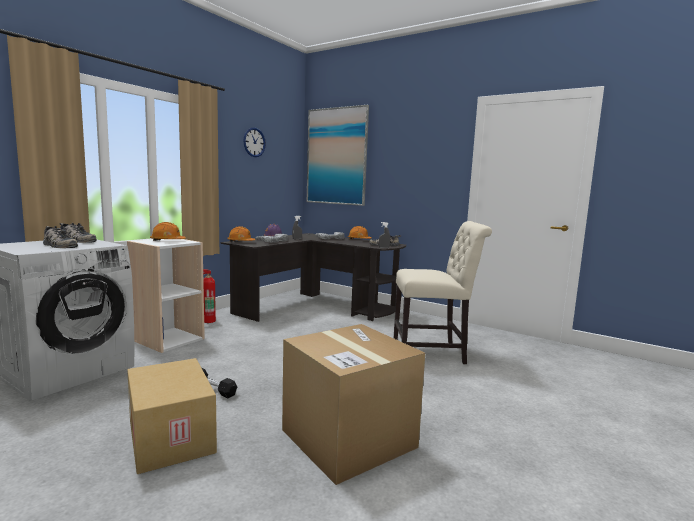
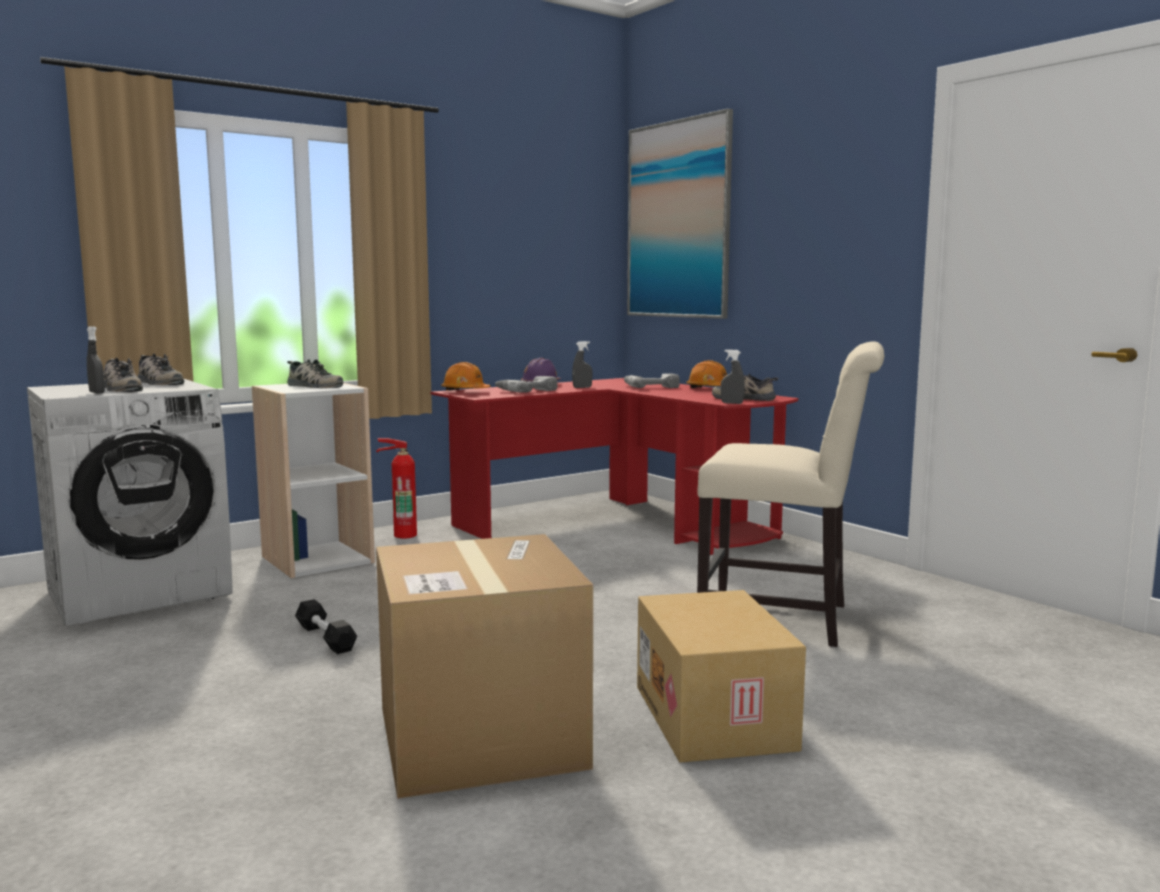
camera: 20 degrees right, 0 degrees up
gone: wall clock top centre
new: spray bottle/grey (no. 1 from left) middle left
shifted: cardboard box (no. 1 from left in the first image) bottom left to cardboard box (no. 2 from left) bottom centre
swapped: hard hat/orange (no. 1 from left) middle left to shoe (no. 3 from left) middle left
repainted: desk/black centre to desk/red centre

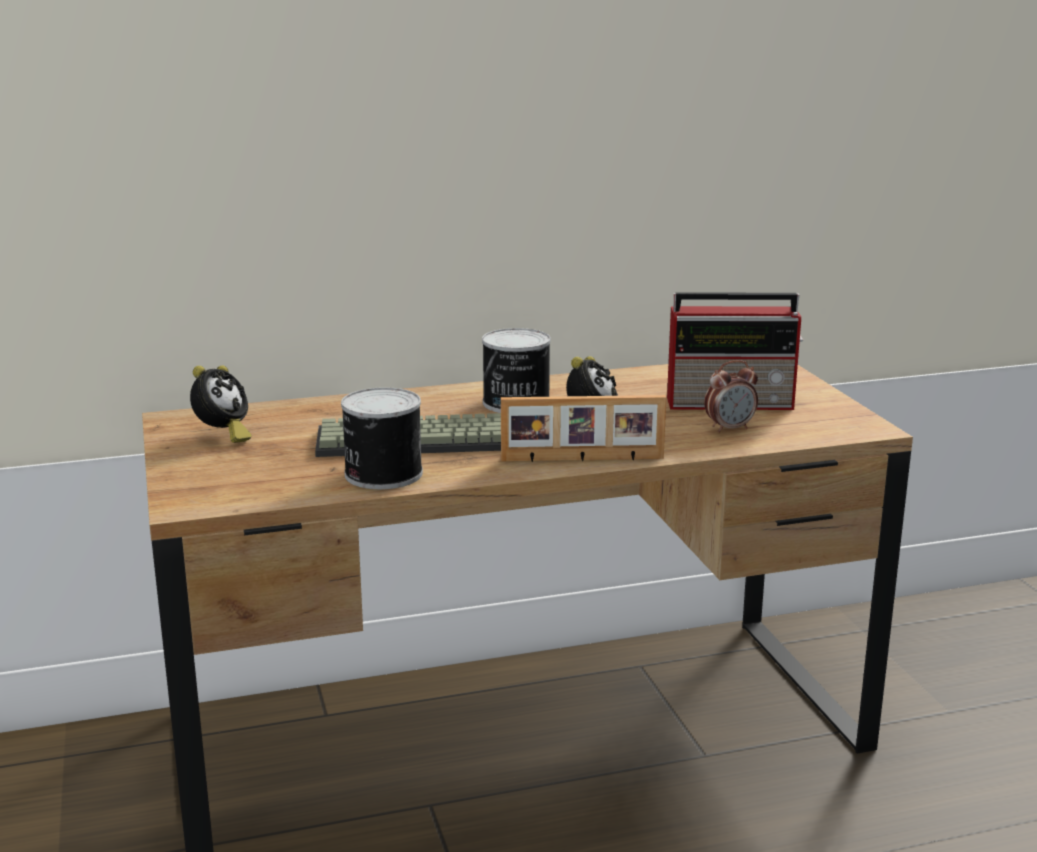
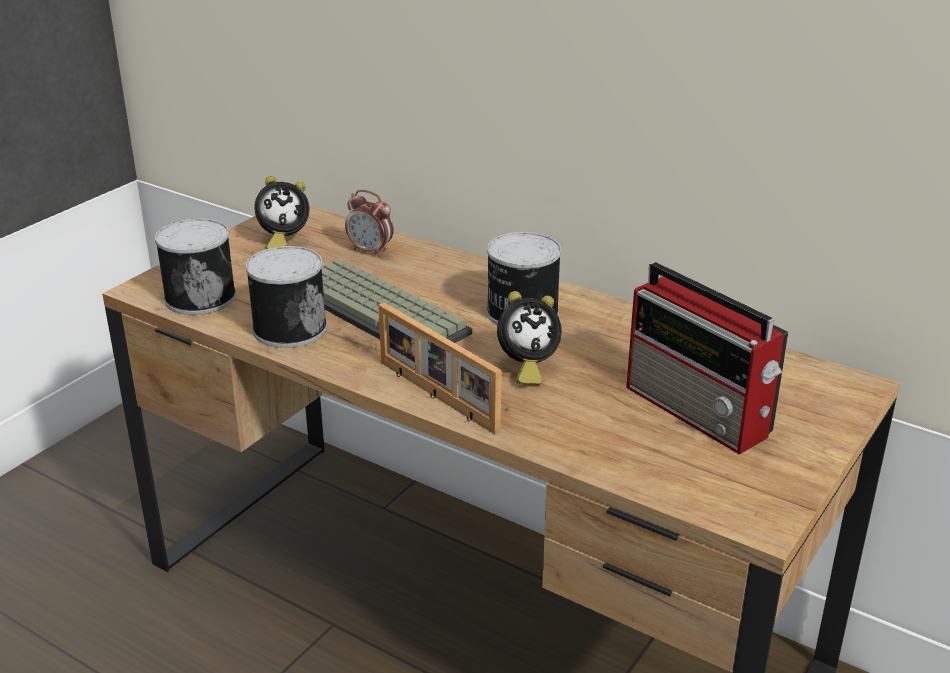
camera: 50 degrees right, 10 degrees up
new: can (no. 1 from left) middle left
shifted: alarm clock (no. 3 from left in the first image) middle right to alarm clock (no. 2 from left) top centre

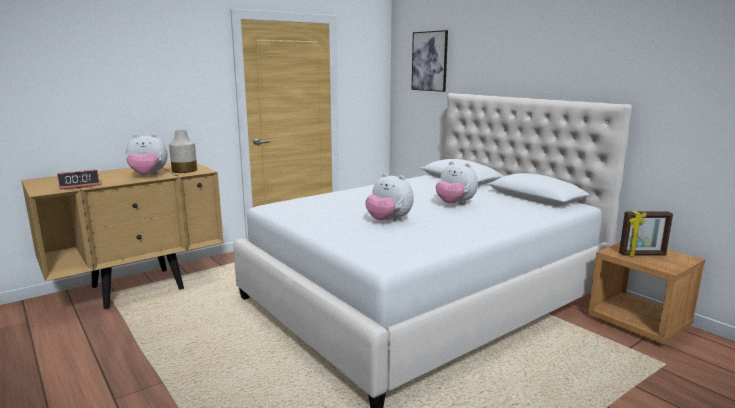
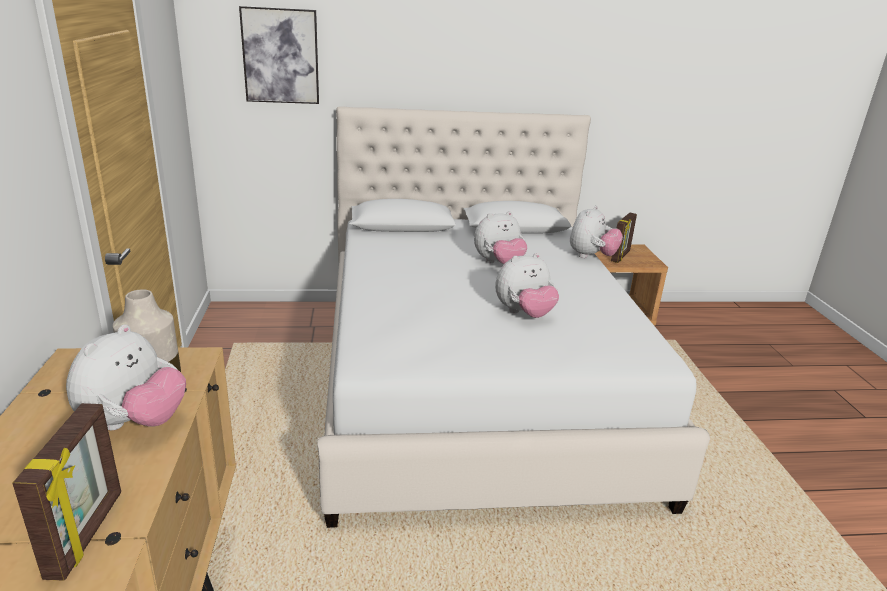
camera: 60 degrees left, 10 degrees up
new: plush toy (no. 4 from left) middle right
swapped: alarm clock middle left to picture frame (no. 1 from left) bottom left

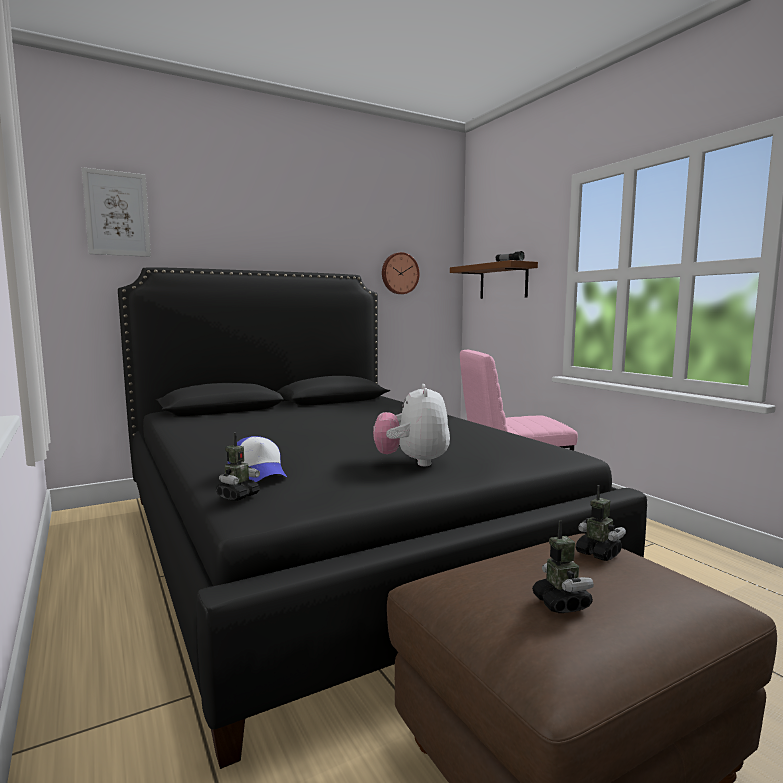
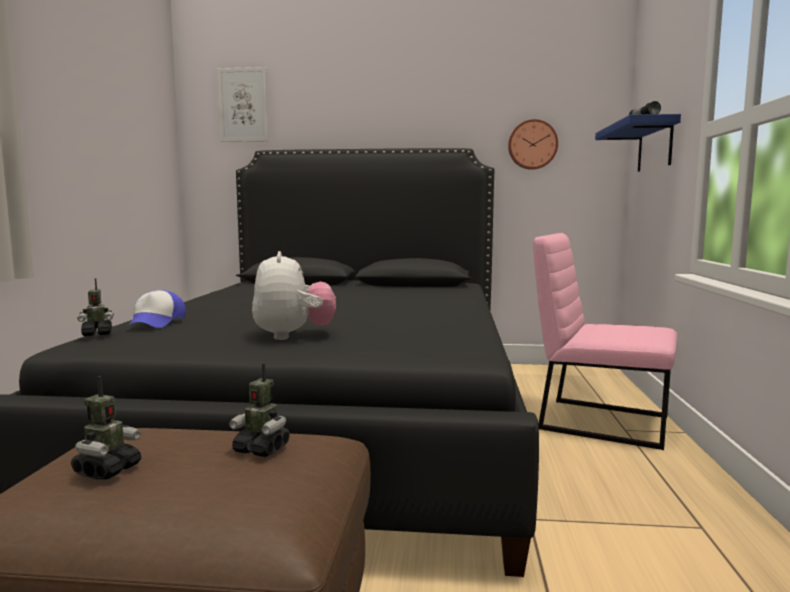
camera: 35 degrees right, 0 degrees up
repainted: shelf/brown centre to shelf/blue top right
rotated: plush toy centre = centre 135 degrees clockwise; toy robot (no. 3 from left) bottom right = bottom left 120 degrees clockwise

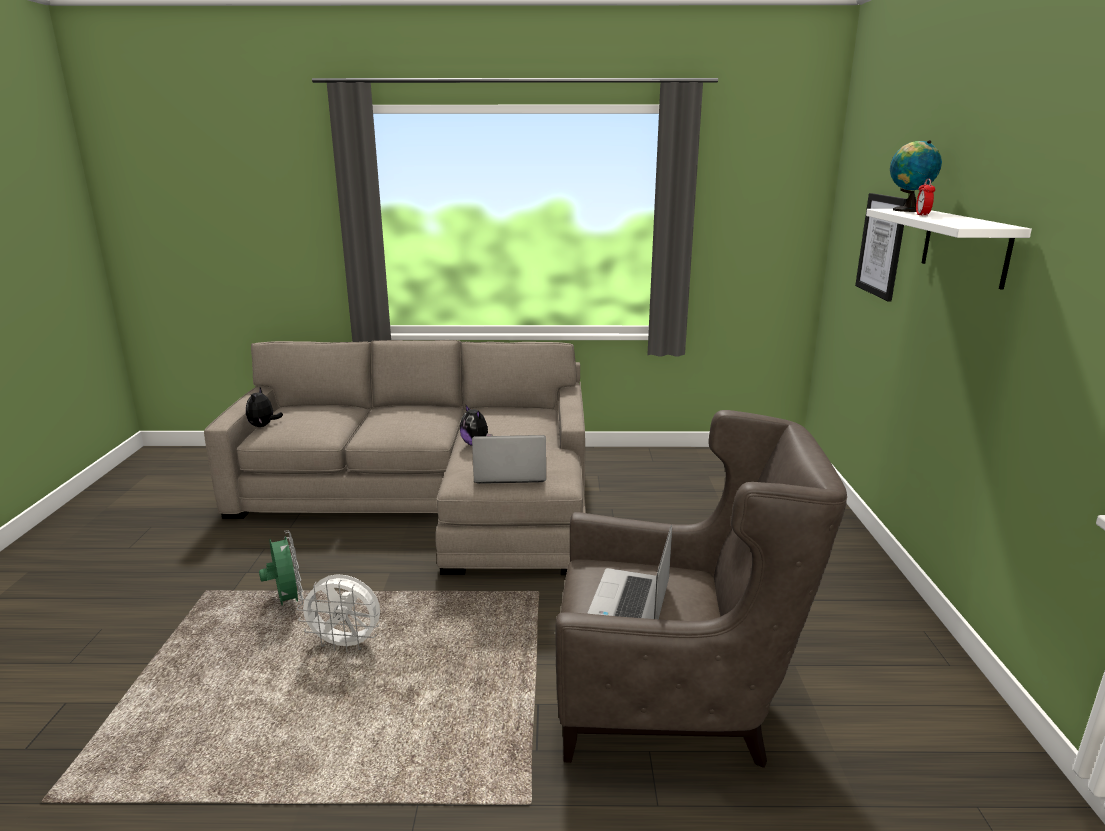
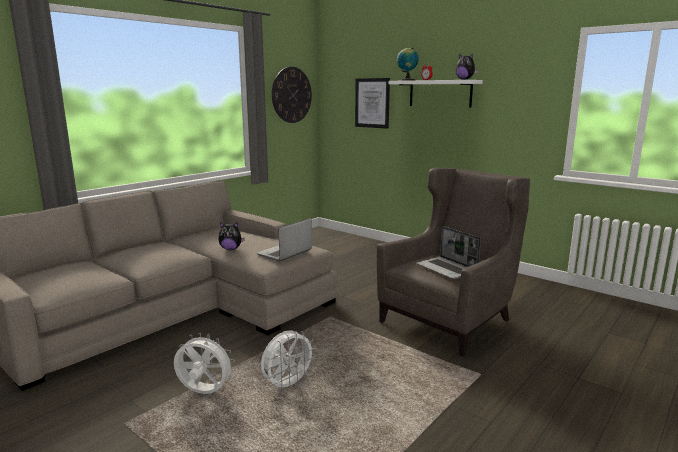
camera: 50 degrees left, 5 degrees down
new: wall clock top centre
shifted: plush toy (no. 1 from left in the first image) middle left to plush toy (no. 2 from left) top right
repainted: fan/green bottom left to fan/white (no. 1 from left) bottom left

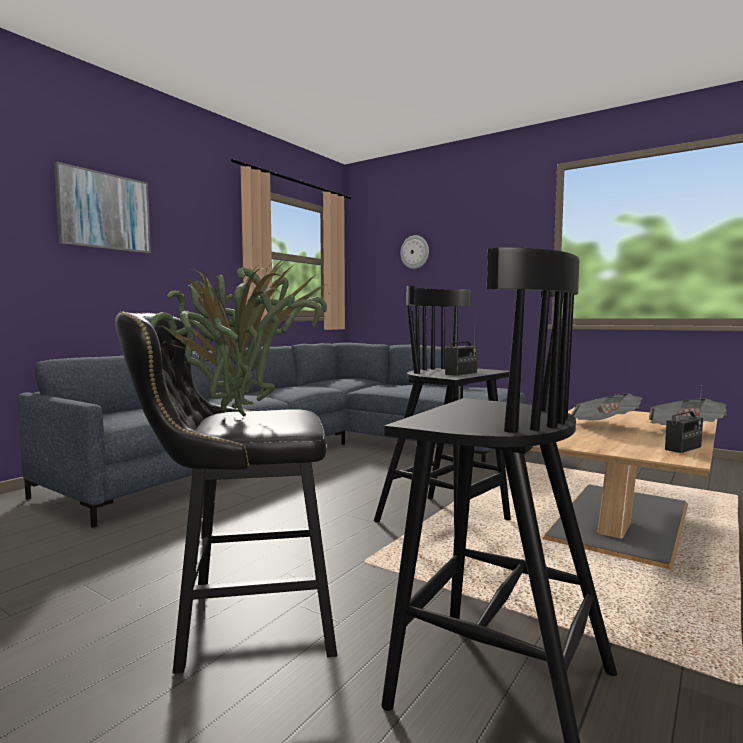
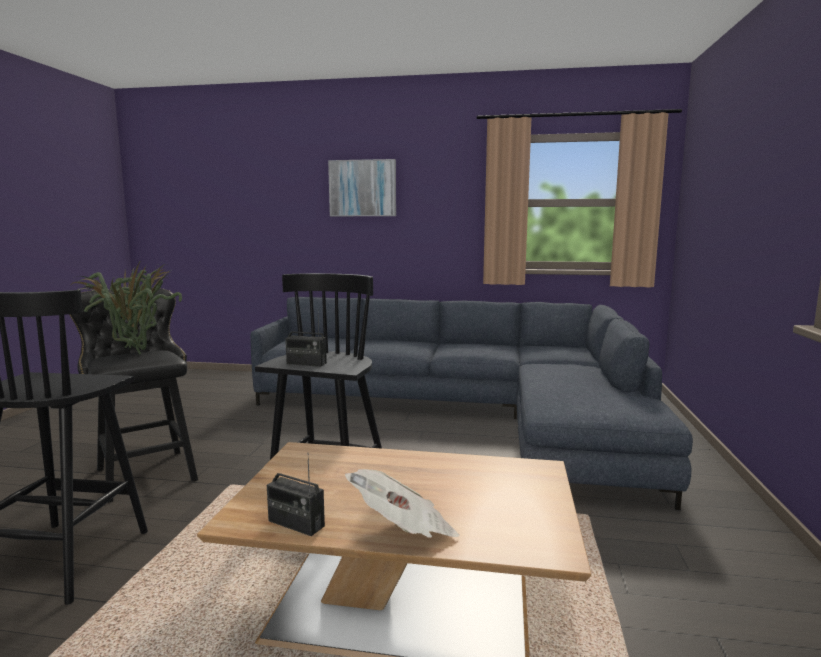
camera: 65 degrees right, 5 degrees up
gone: wall clock centre; newspaper (no. 1 from left) middle right

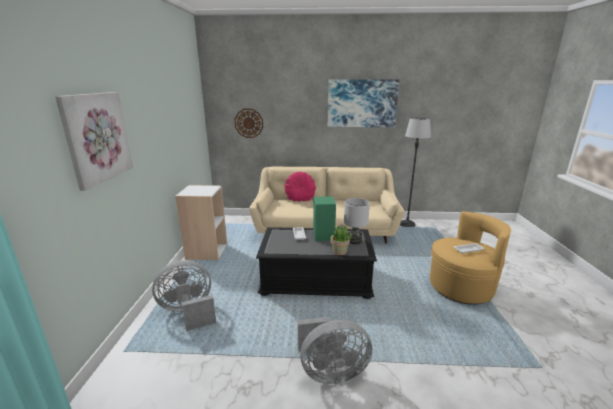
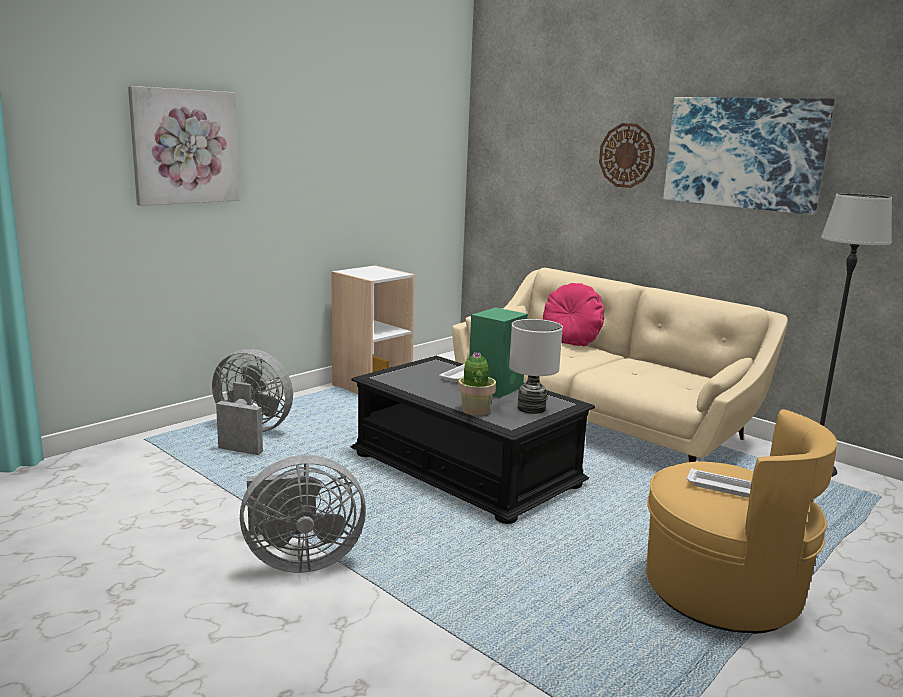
camera: 40 degrees right, 5 degrees down
shifted: wall clock top centre to top right
rotated: fan/grey (no. 2 from left) bottom centre = bottom centre 45 degrees counterclockwise

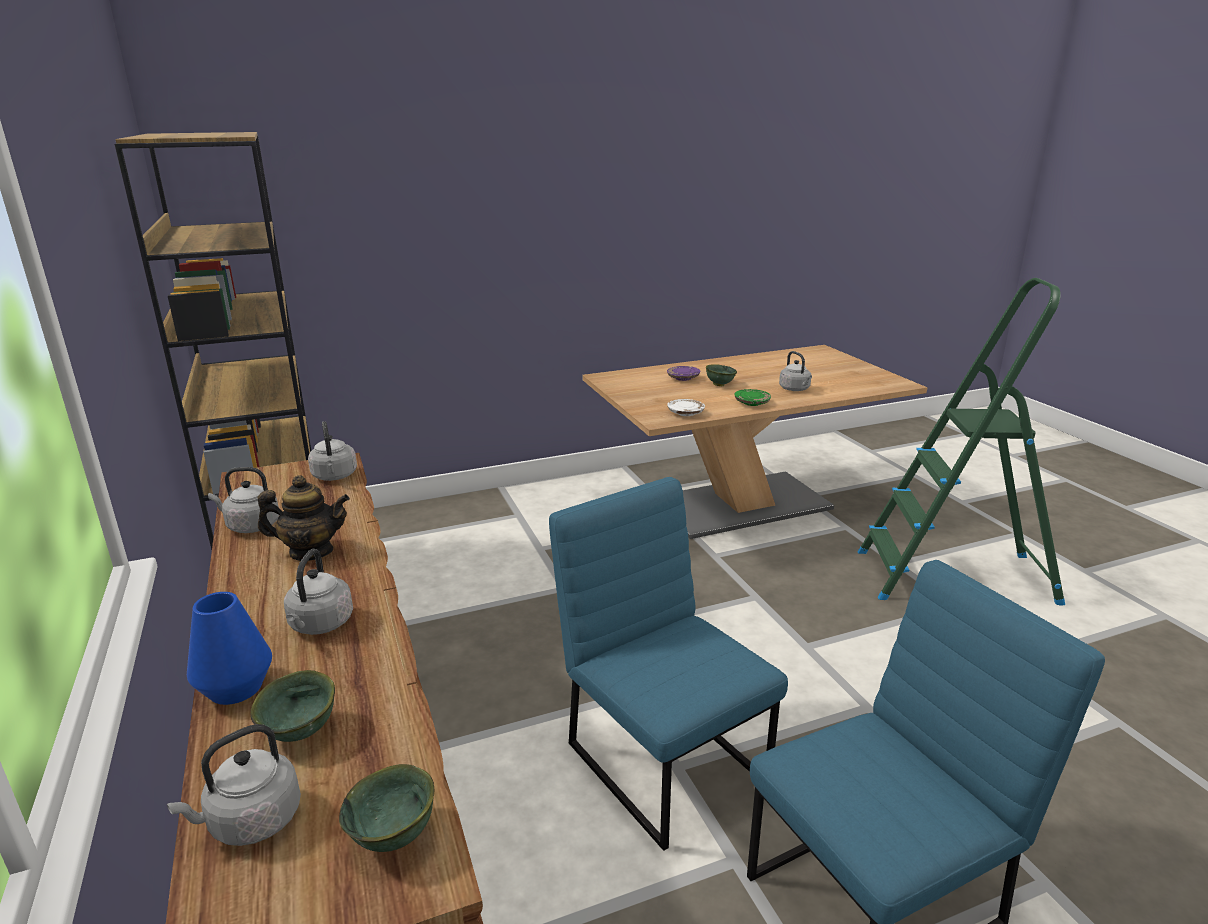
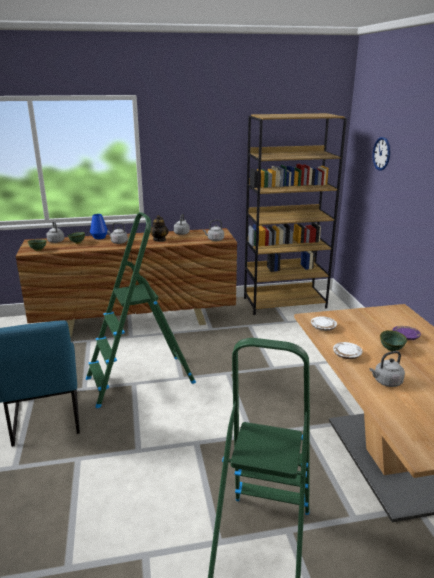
camera: 100 degrees right, 0 degrees up
new: wall clock top right
swapped: chair/blue (no. 1 from left) bottom centre to step ladder/green (no. 1 from left) middle left
repainted: plate/green centre to plate/white (no. 2 from left) middle right

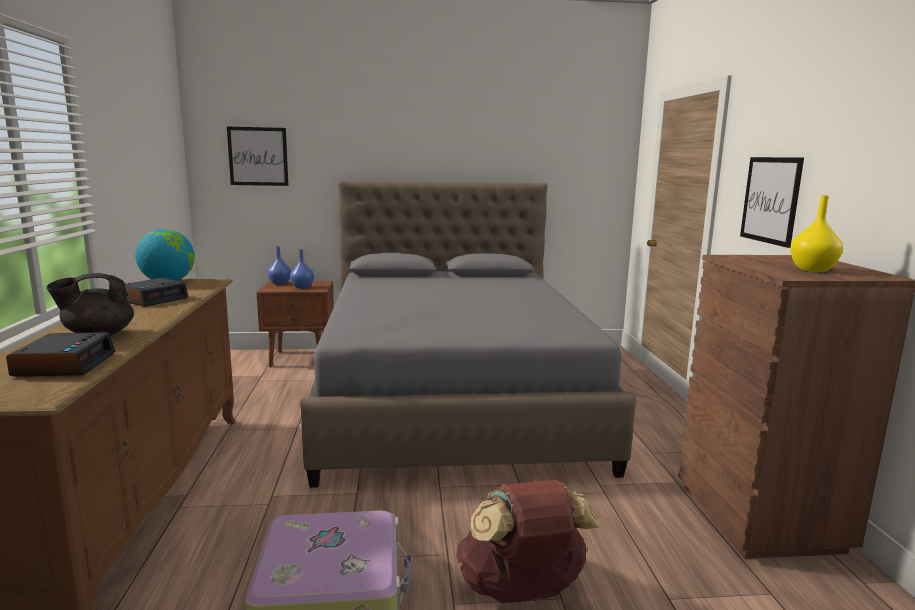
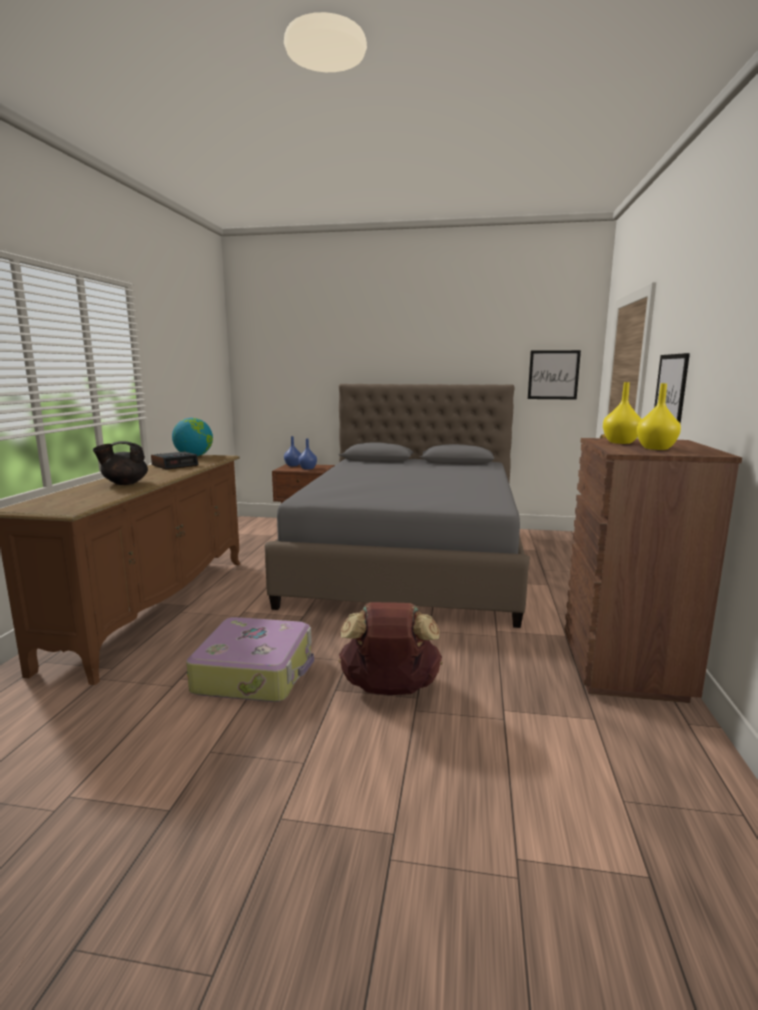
camera: 15 degrees right, 0 degrees up
gone: alarm clock (no. 1 from left) middle left
new: vase/yellow (no. 1 from left) middle right
shifted: picture (no. 1 from left) top left to middle right

